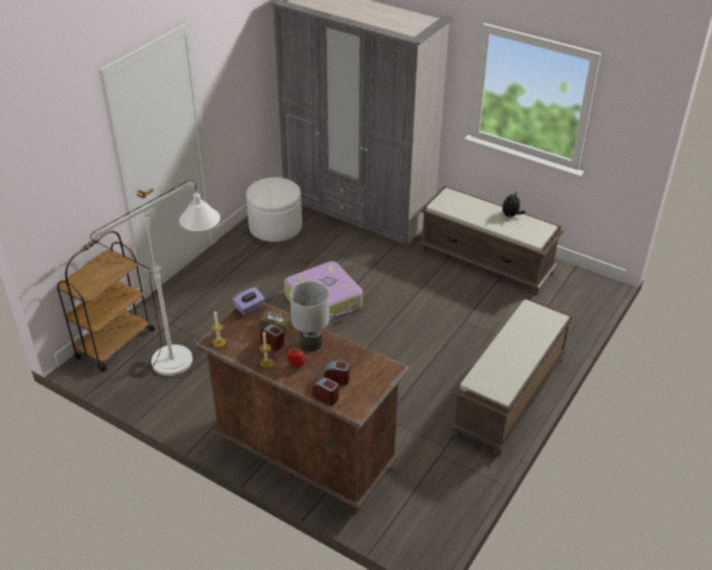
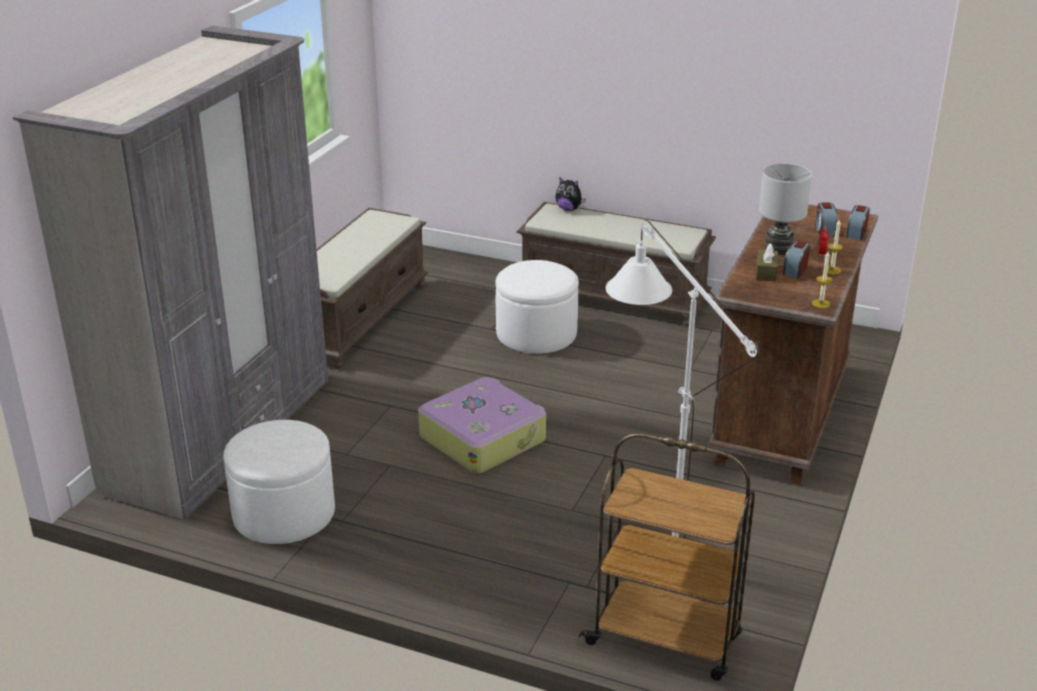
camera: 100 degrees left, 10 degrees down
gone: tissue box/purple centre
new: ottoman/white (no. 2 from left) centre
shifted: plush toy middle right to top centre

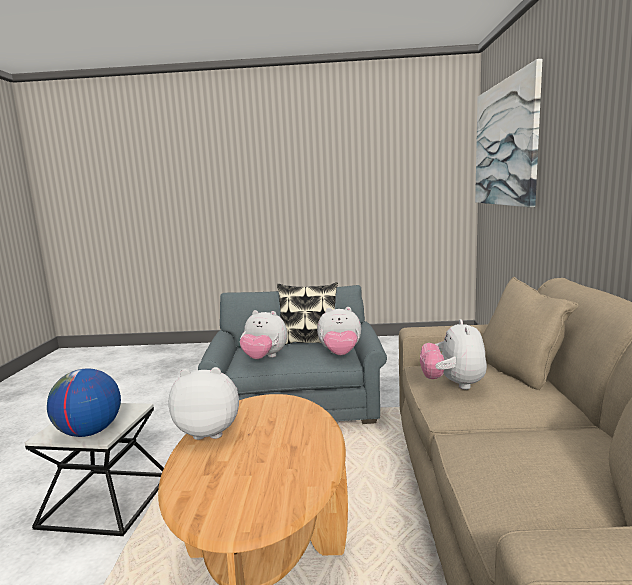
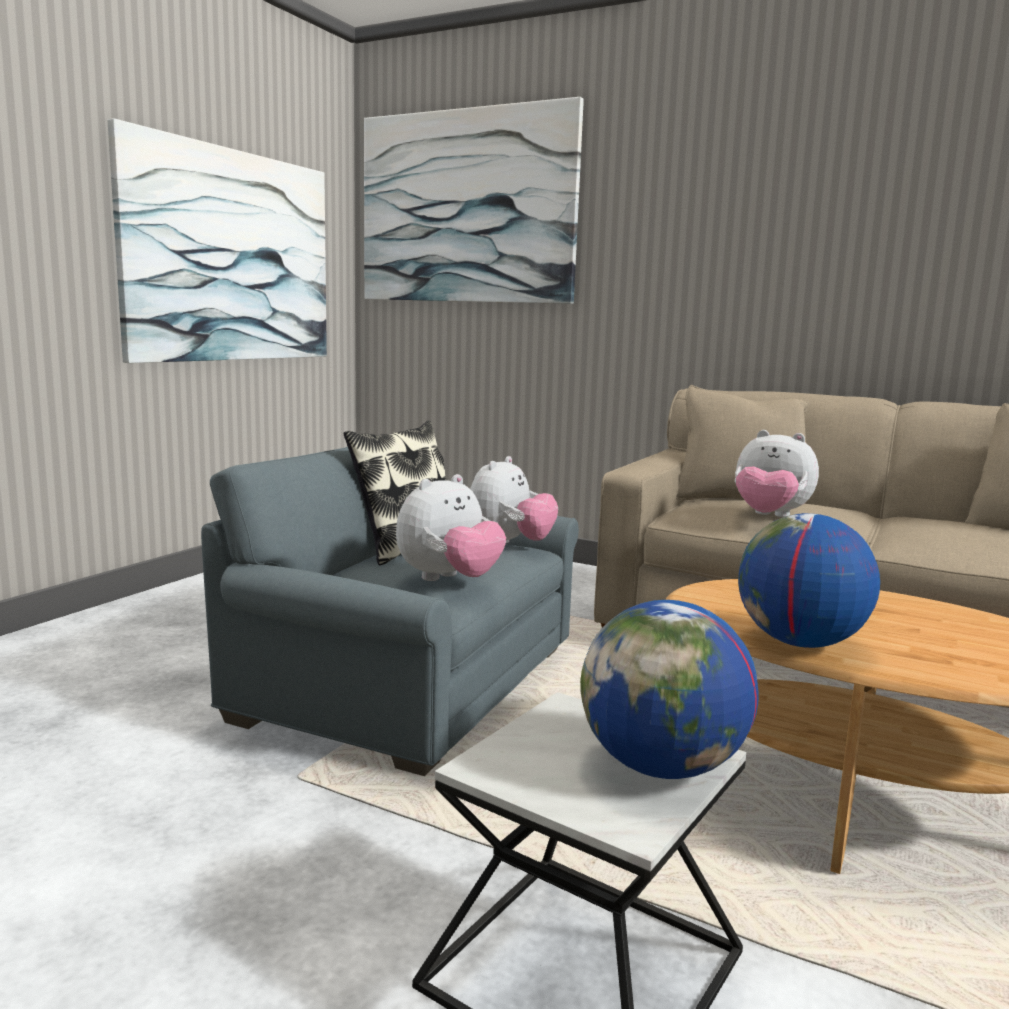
camera: 65 degrees left, 0 degrees up
new: picture (no. 1 from left) top left
swapped: plush toy (no. 1 from left) bottom left to globe (no. 2 from left) middle right

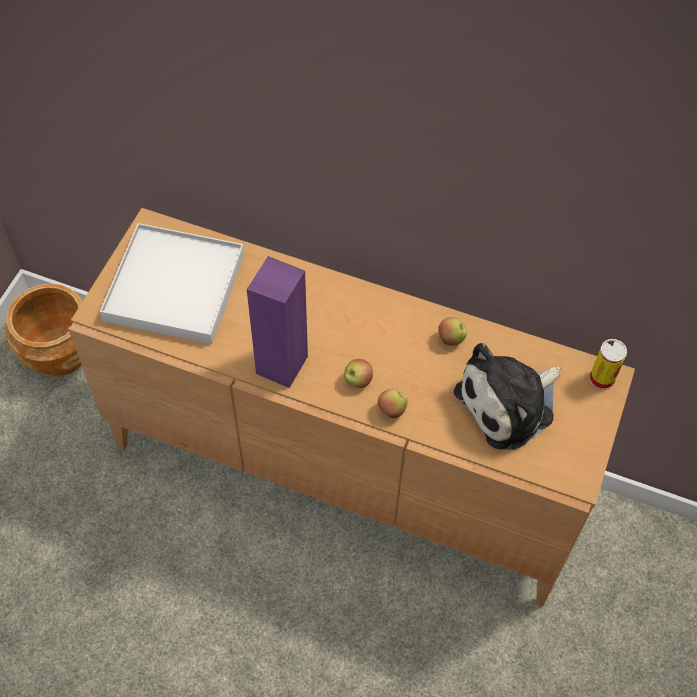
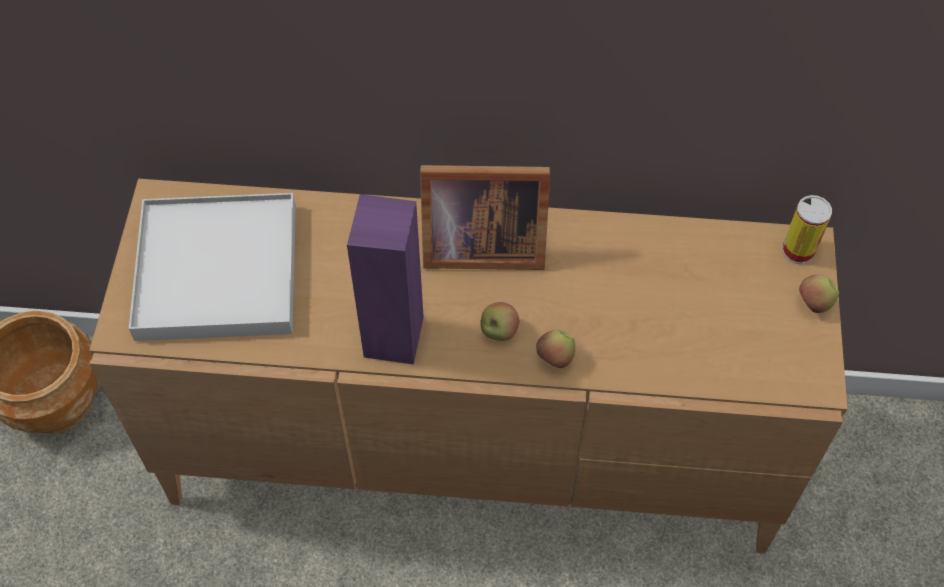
camera: 15 degrees left, 0 degrees up
gone: plush toy middle right
new: picture frame centre
shifted: apple (no. 3 from left) centre to middle right

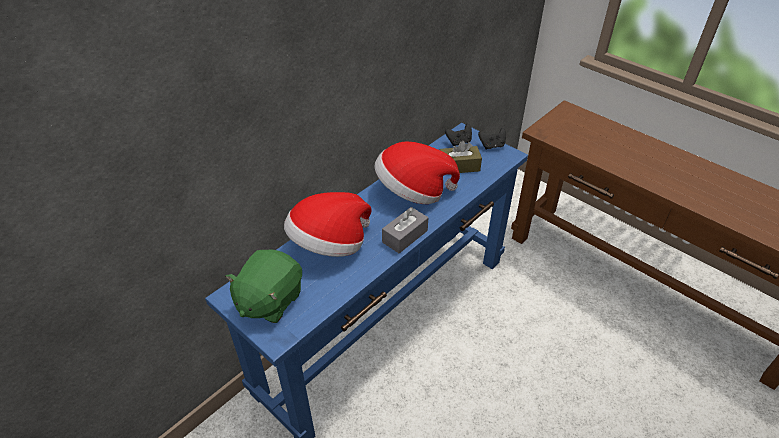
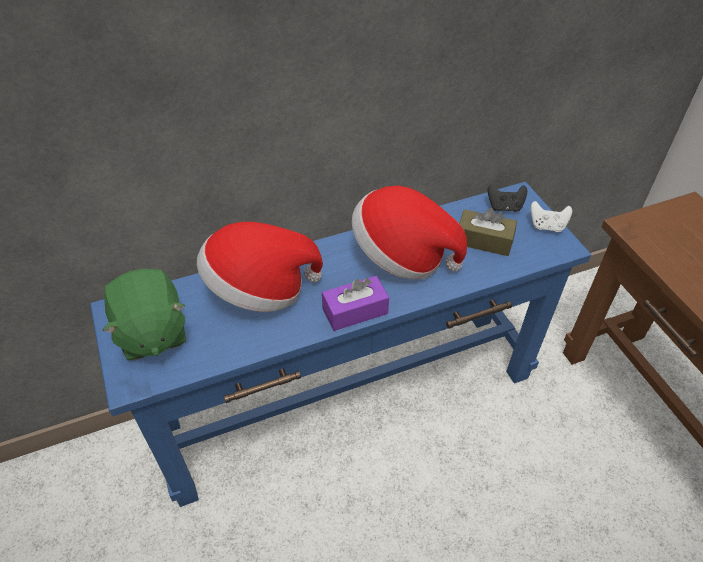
camera: 25 degrees right, 5 degrees up
repainted: tissue box/grey centre to tissue box/purple centre; game controller/black (no. 2 from left) top centre to game controller/white middle right
rotated: plush toy/green centre = middle left 75 degrees counterclockwise

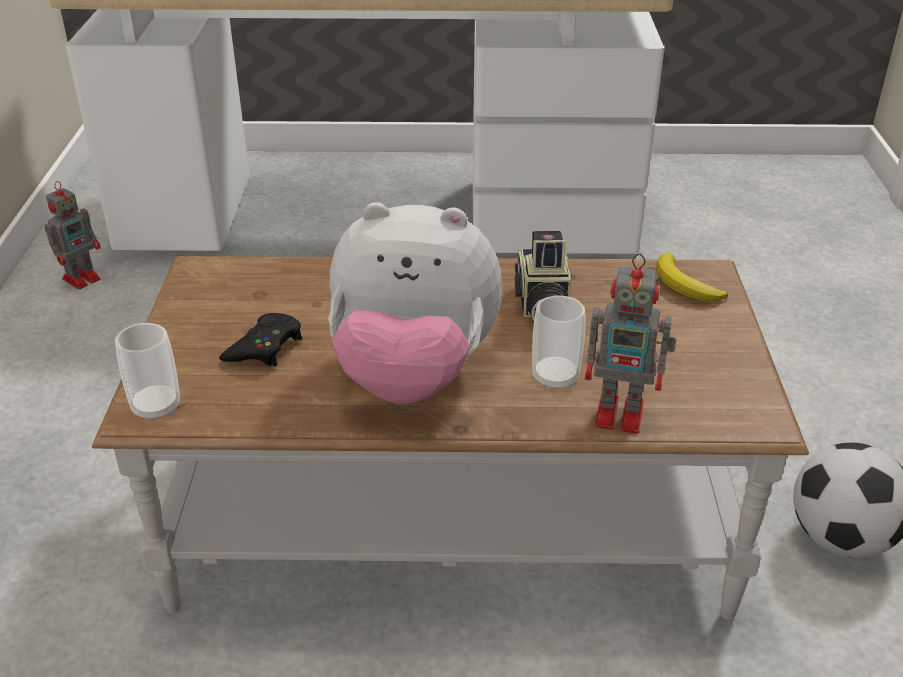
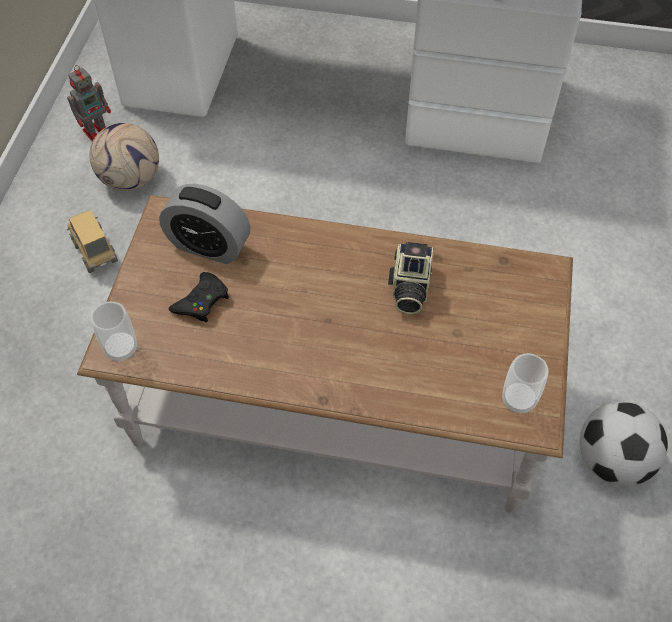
camera: 10 degrees right, 20 degrees up
gone: plush toy centre; toy robot (no. 2 from left) middle right; banana middle right
new: toy truck middle left; football (no. 1 from left) top left; alarm clock middle left
shifted: cup (no. 2 from left) centre to middle right

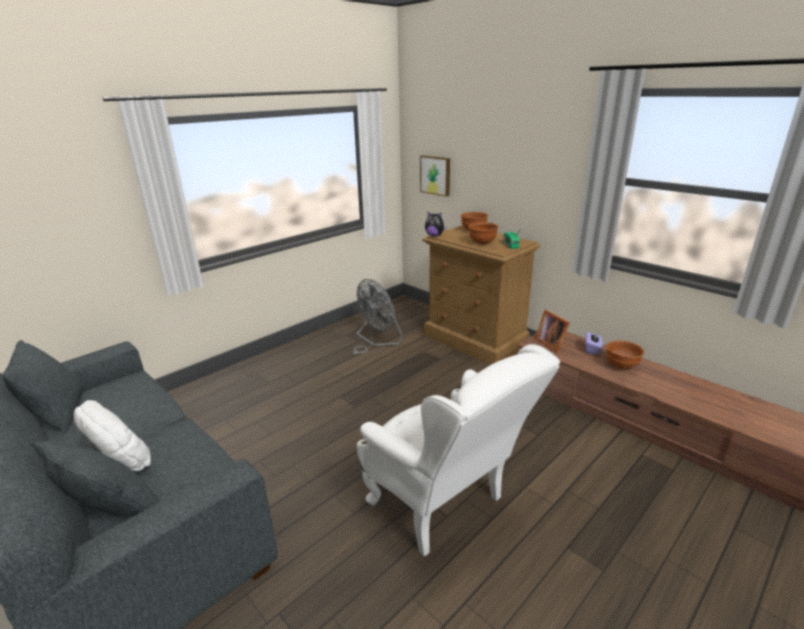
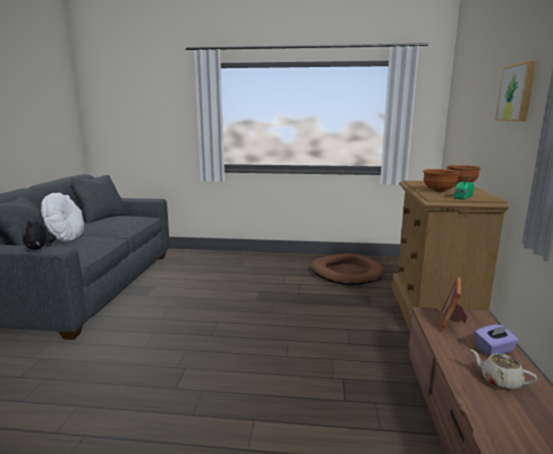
camera: 50 degrees right, 10 degrees down
gone: armchair/white bottom centre
shifted: picture top centre to top right; plush toy centre to middle left
swapped: fan/grey centre to dog bed/brown centre; bowl/brown (no. 3 from left) middle right to teapot/beige bottom right

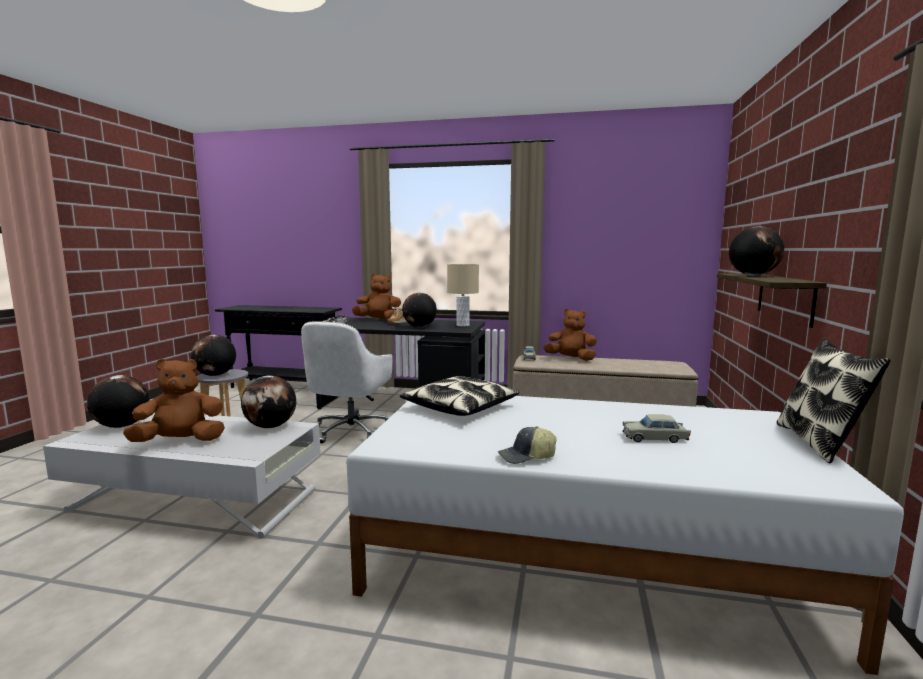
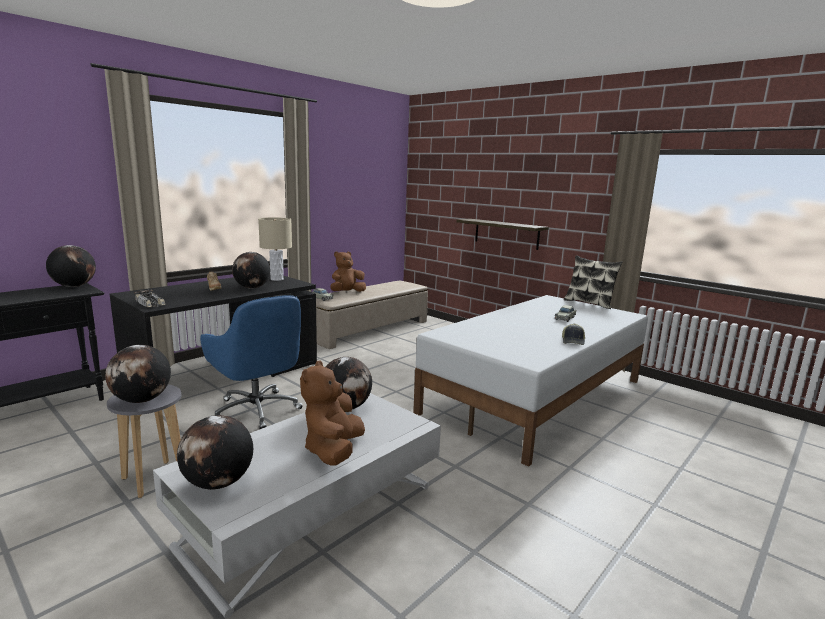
camera: 60 degrees left, 5 degrees up
gone: plush toy/brown (no. 2 from left) centre; pillow (no. 1 from left) centre
shifted: globe (no. 5 from left in the first image) middle right to globe (no. 1 from left) middle left
repainted: office chair/white centre to office chair/blue middle left

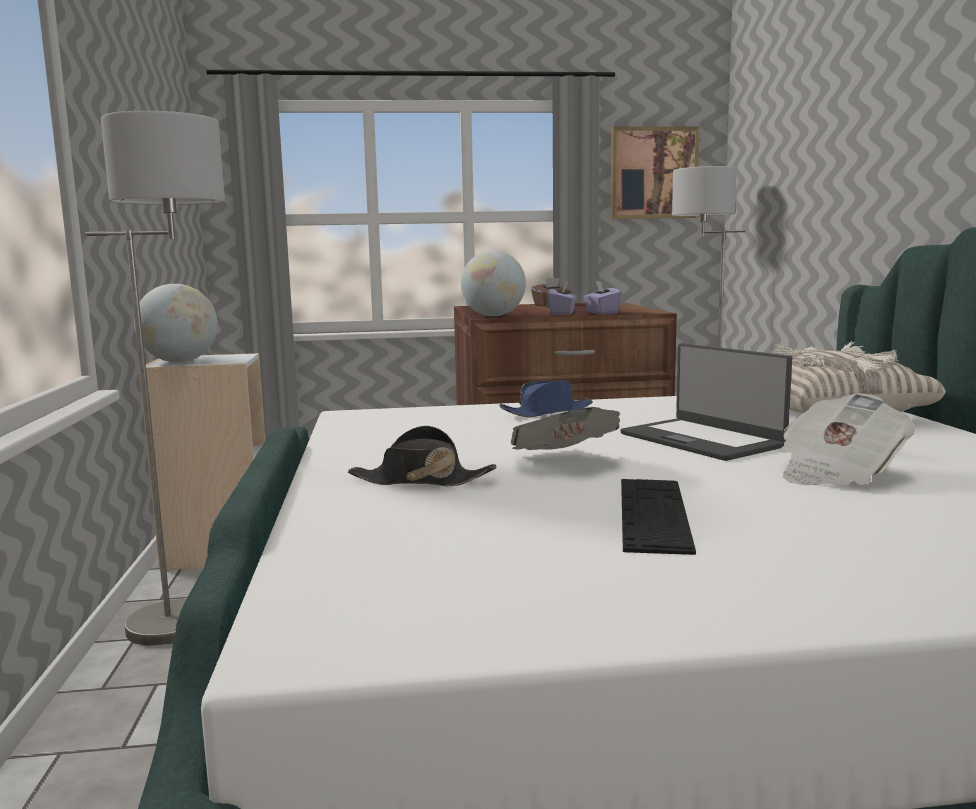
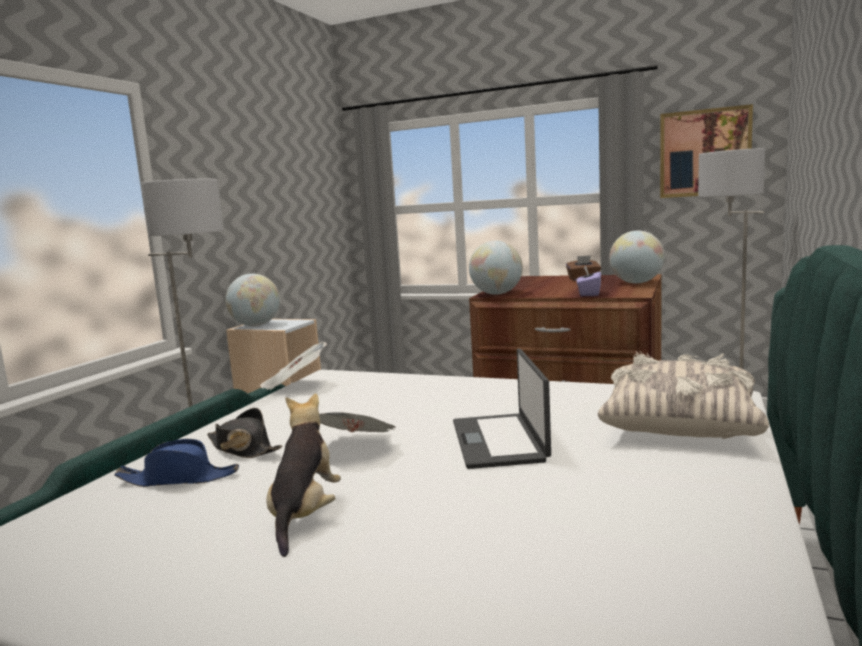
camera: 30 degrees right, 0 degrees up
gone: tissue box/purple (no. 1 from left) centre
new: globe (no. 3 from left) middle right
shifted: hat/blue centre to bottom left; newspaper (no. 2 from left in the first image) middle right to newspaper (no. 1 from left) centre
swapped: keyboard middle right to plush toy bottom centre

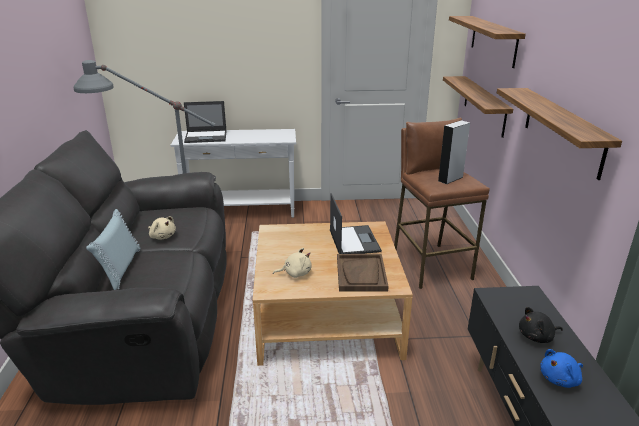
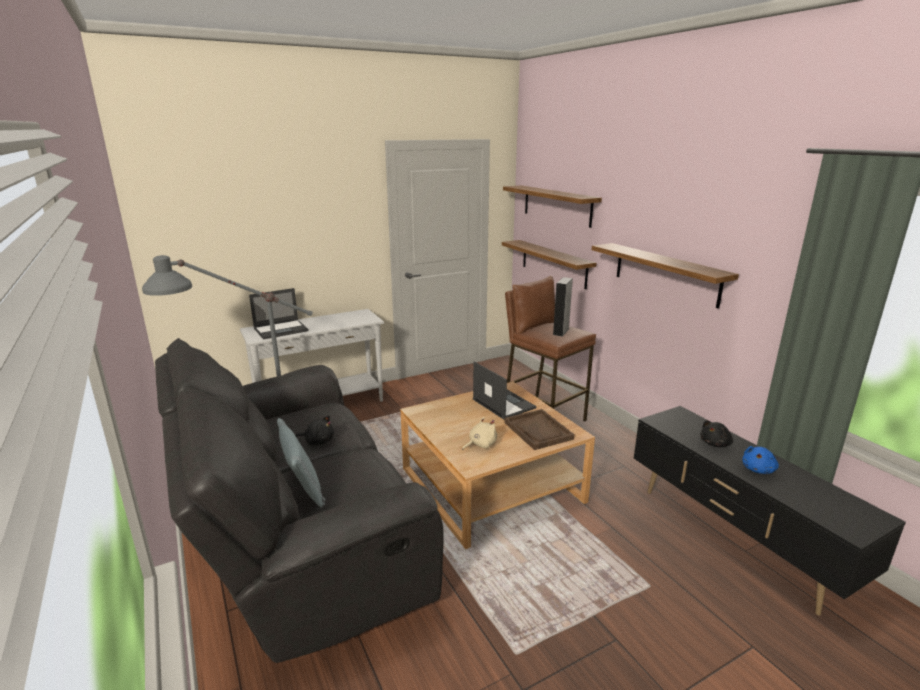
camera: 25 degrees left, 5 degrees down
repainted: plush toy/beige (no. 1 from left) middle left to plush toy/black (no. 1 from left) centre

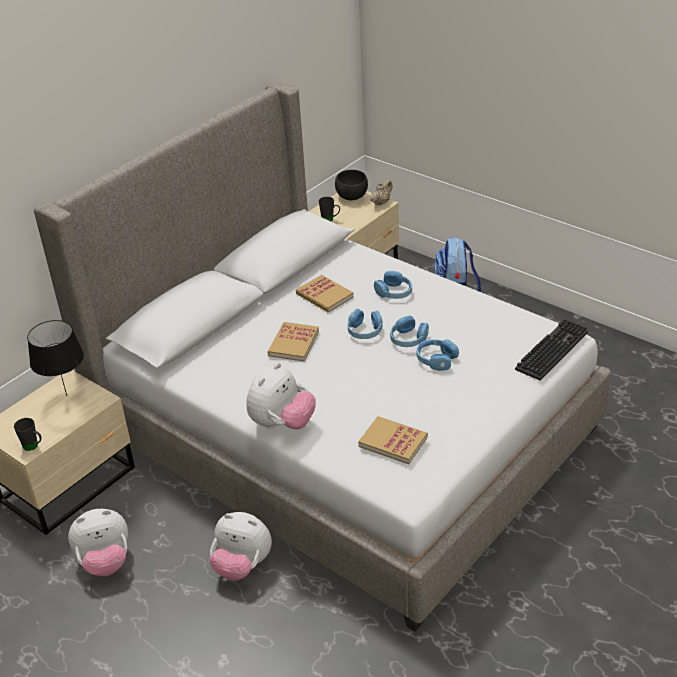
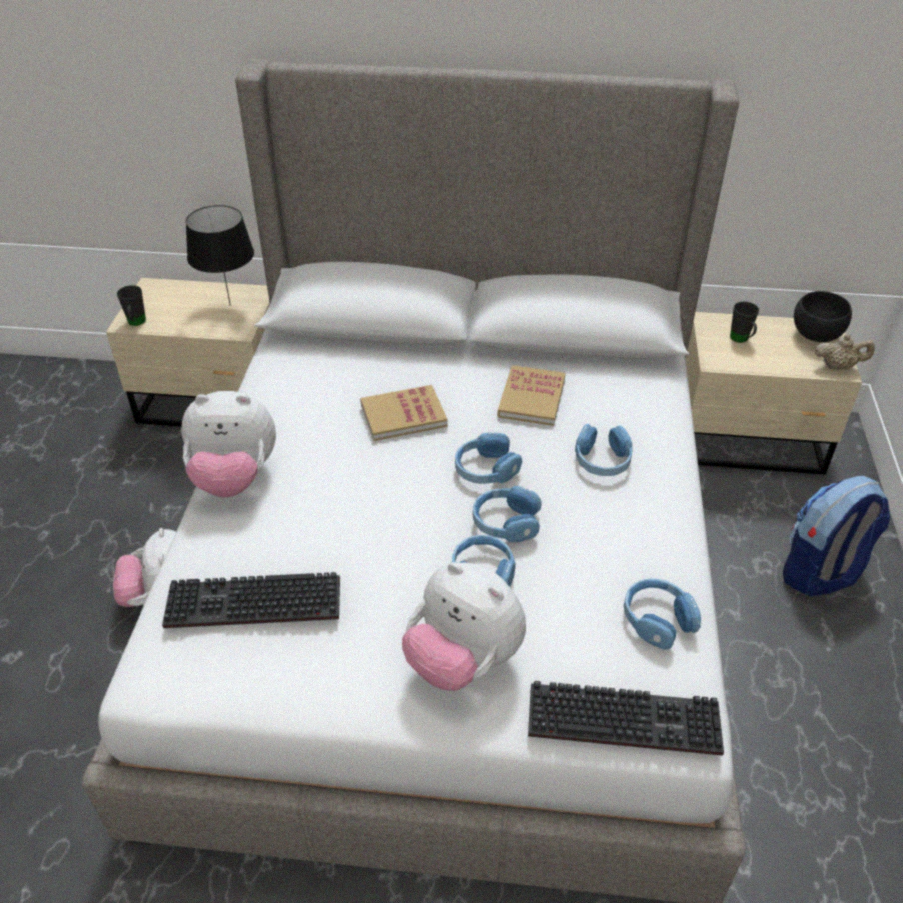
camera: 55 degrees right, 5 degrees up
new: headphones/blue (no. 5 from left) bottom right
shifted: plush toy (no. 1 from left in the first image) bottom left to plush toy (no. 3 from left) bottom centre
swapped: book (no. 3 from left) centre to keyboard (no. 1 from left) middle left

